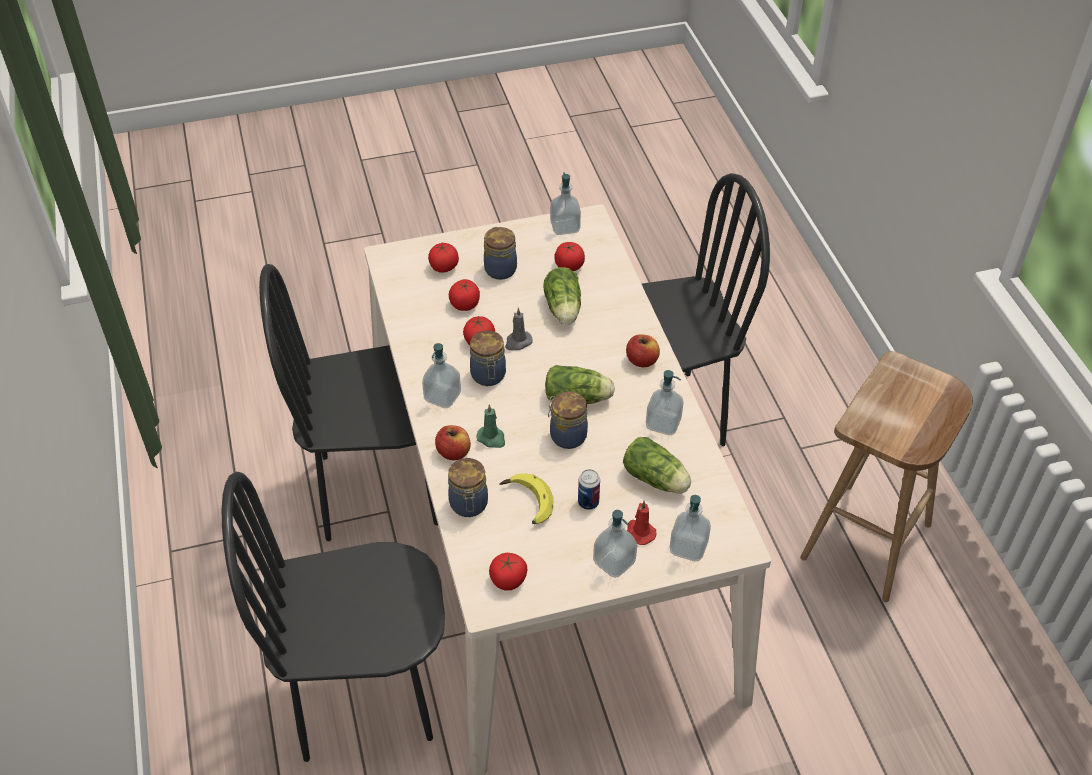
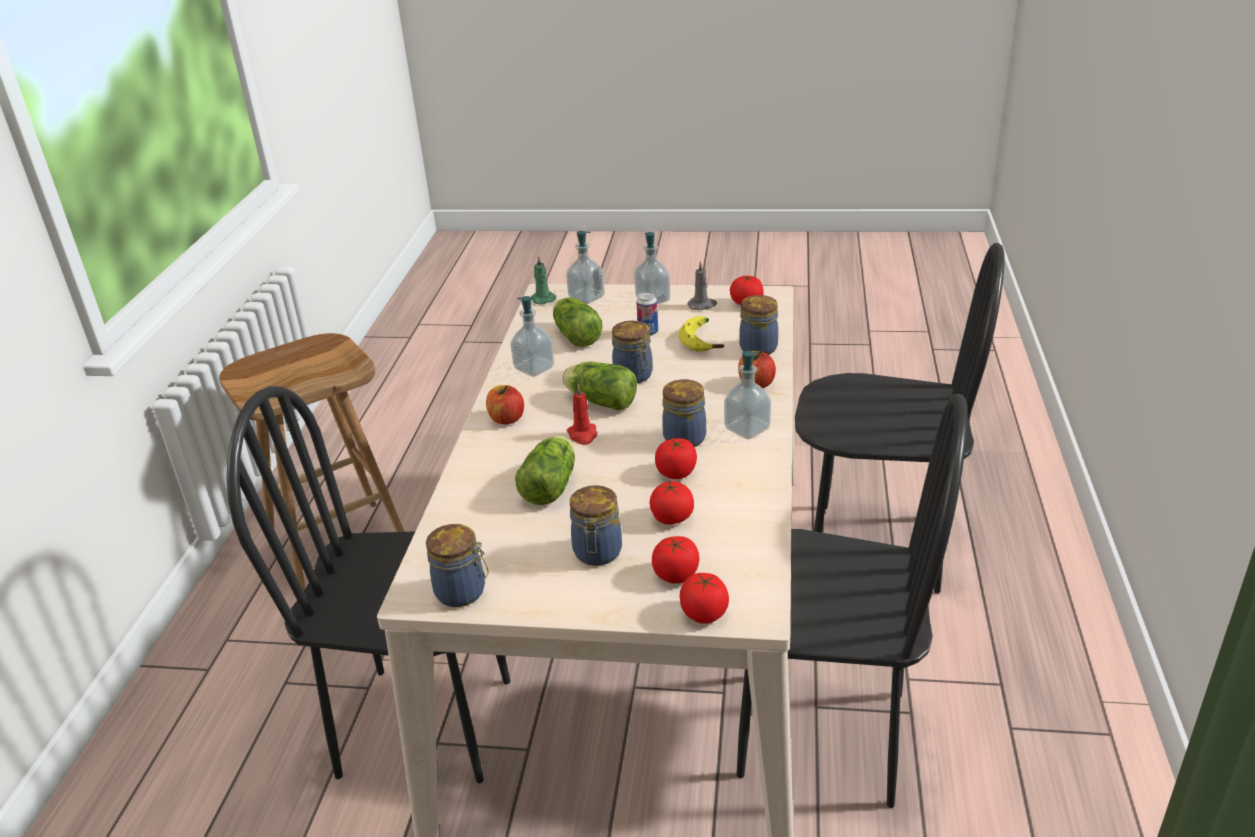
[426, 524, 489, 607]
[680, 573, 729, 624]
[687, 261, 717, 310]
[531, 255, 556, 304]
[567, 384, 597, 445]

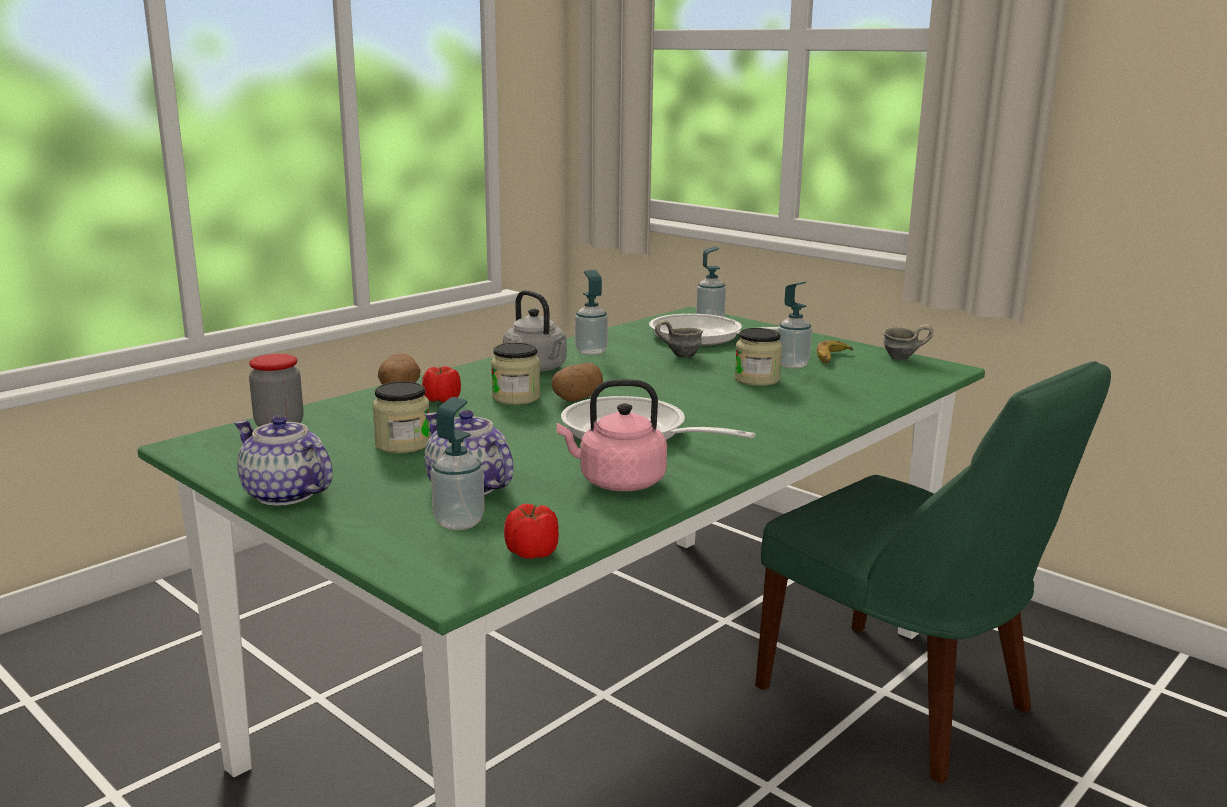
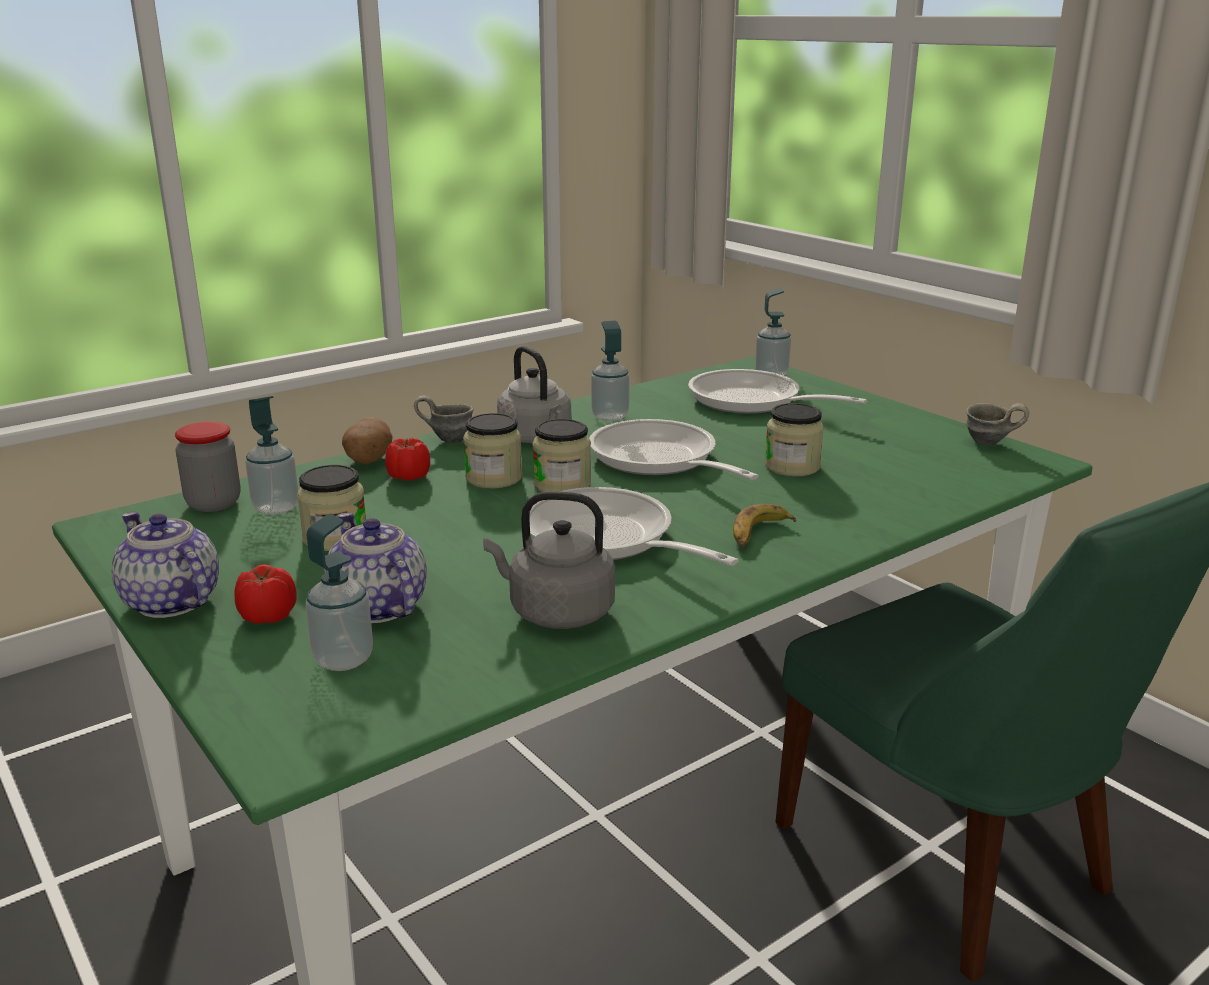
[245, 396, 298, 515]
[414, 396, 474, 443]
[733, 504, 796, 548]
[532, 419, 591, 492]
[483, 491, 615, 629]
[235, 564, 297, 624]
[589, 419, 759, 480]

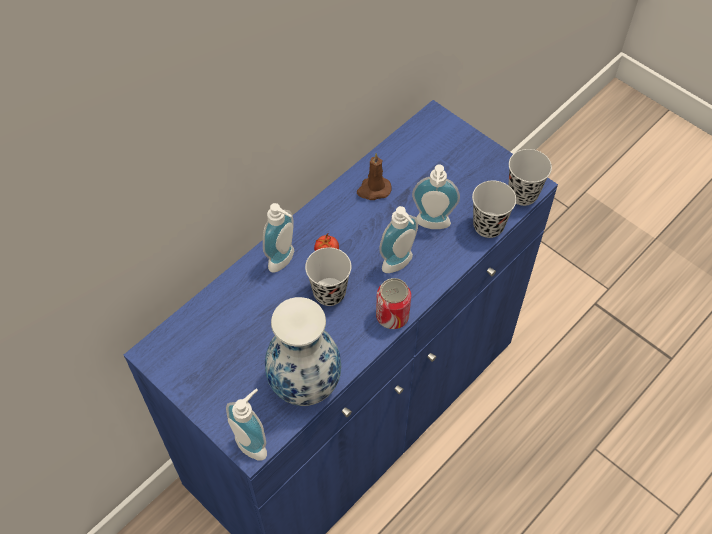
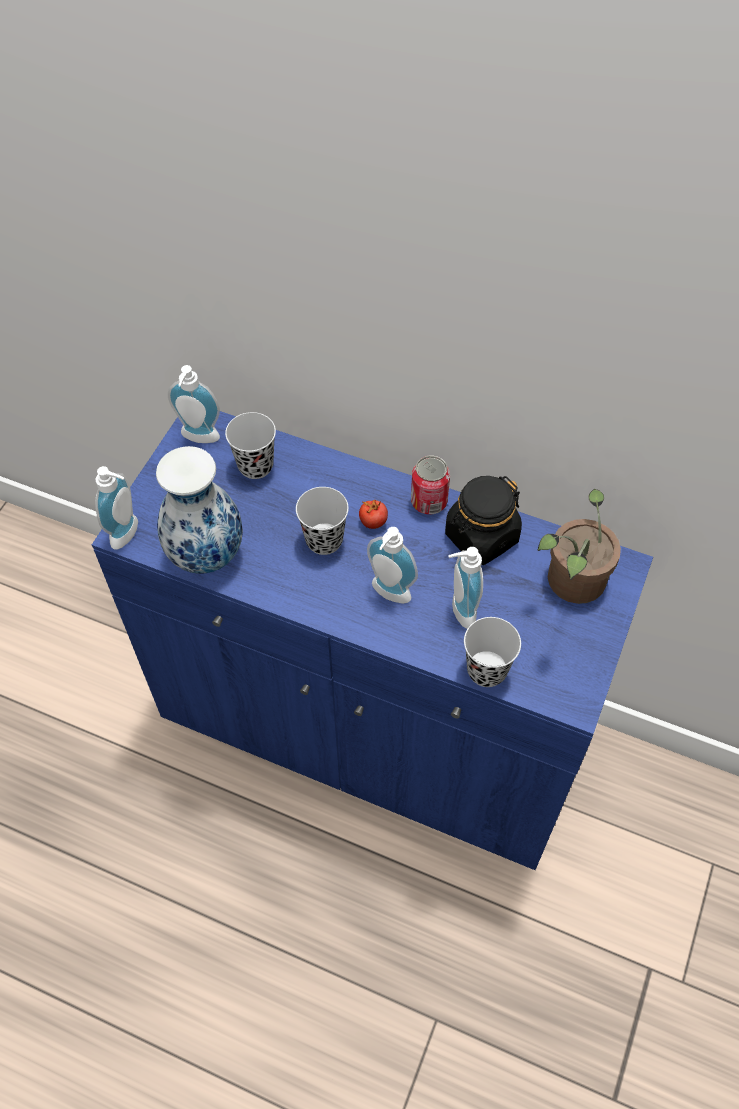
[225, 412, 276, 479]
[445, 476, 522, 565]
[168, 365, 220, 443]
[411, 456, 450, 514]
[537, 489, 621, 604]

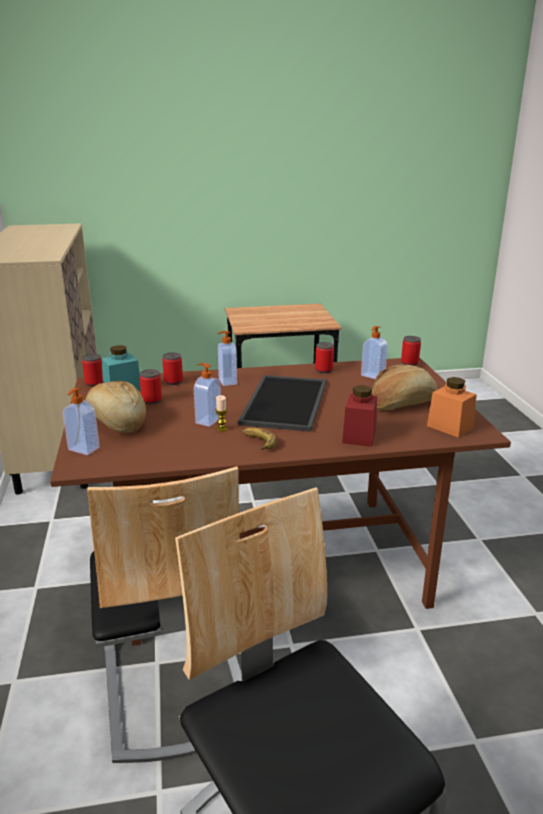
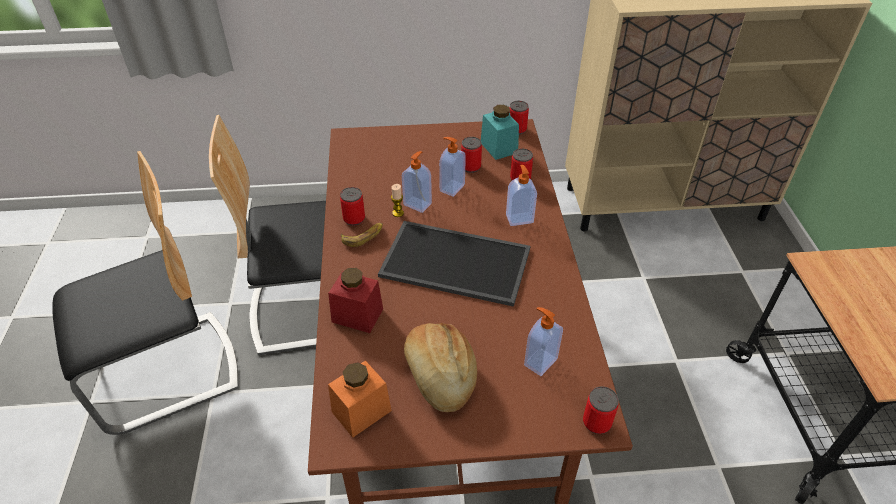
[340, 187, 365, 226]
[85, 380, 146, 433] (first image)
[439, 137, 466, 197]

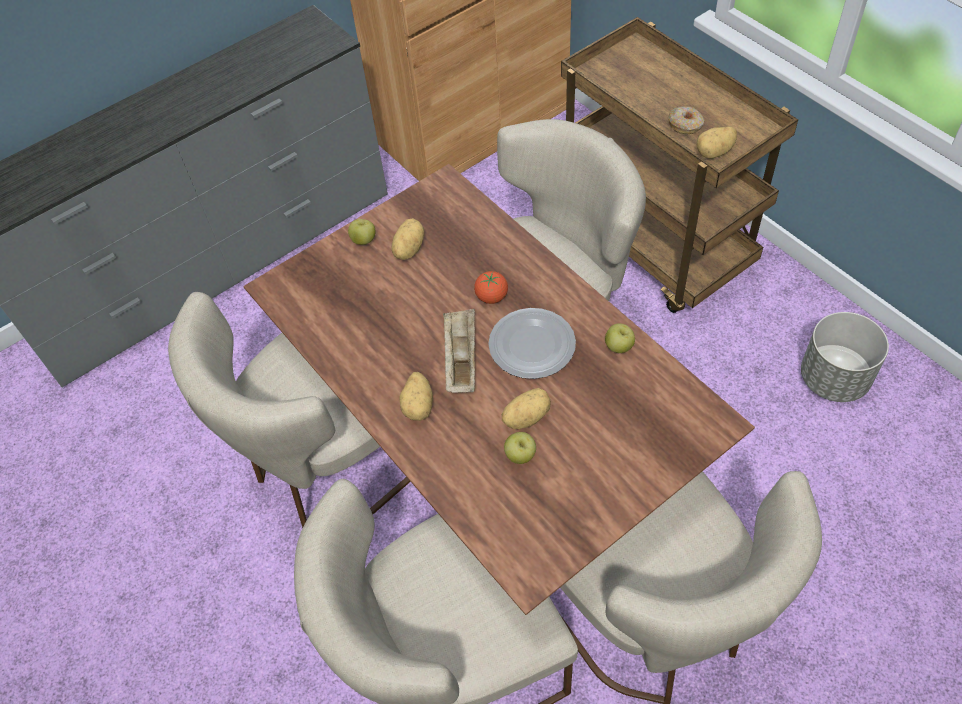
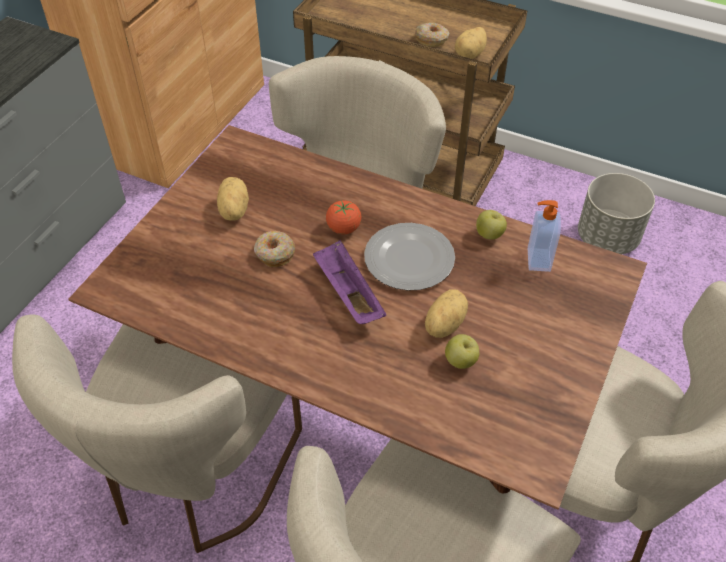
[348, 219, 376, 245] (first image)
[313, 240, 386, 324]
[400, 372, 433, 421] (first image)
[528, 200, 561, 272]
[254, 231, 295, 267]

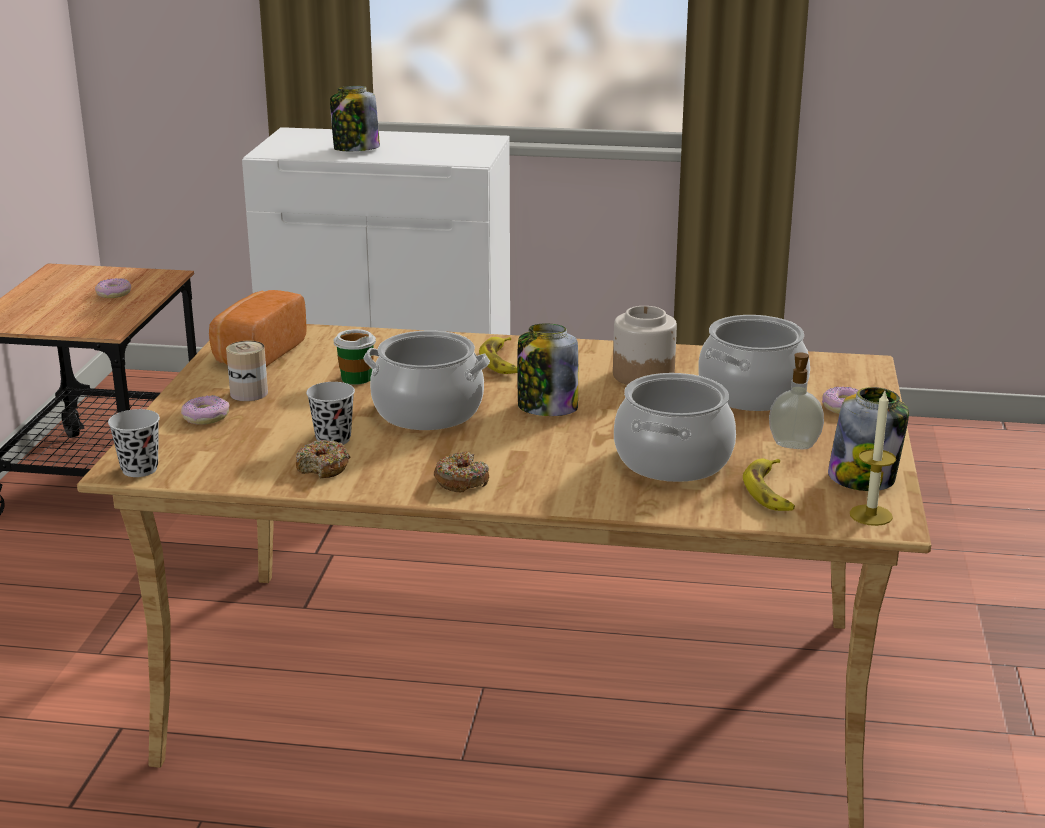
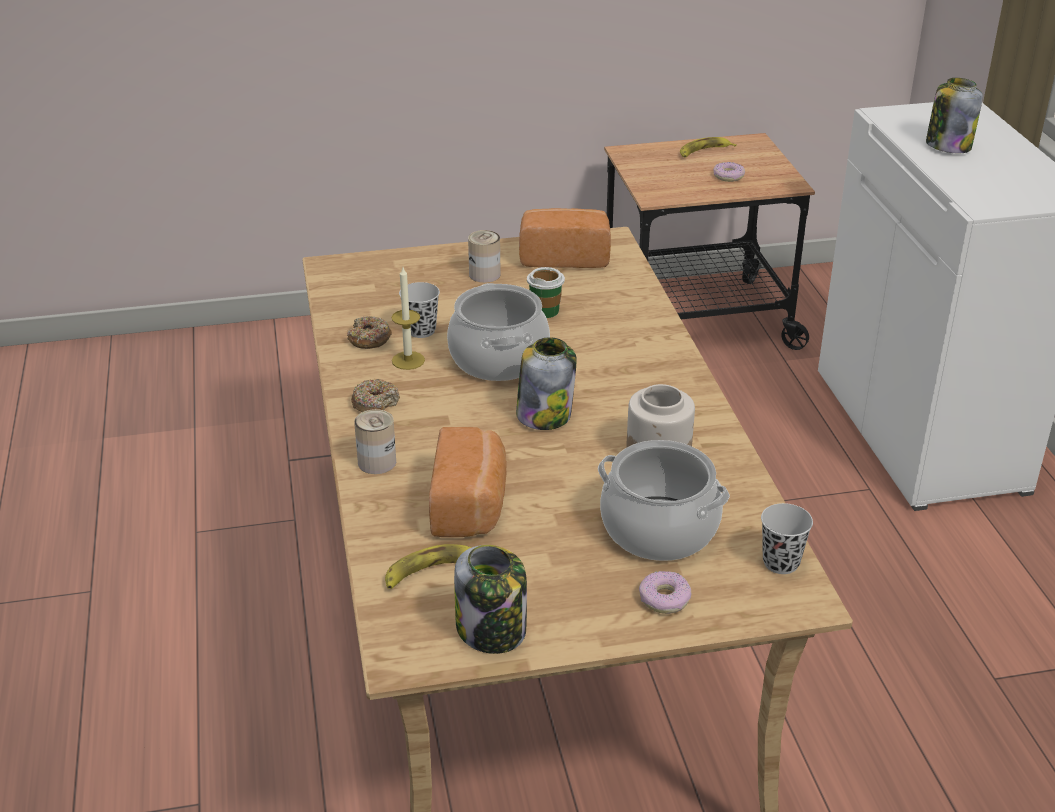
[680, 137, 737, 157]
[769, 353, 824, 449] (first image)
[429, 427, 507, 537]
[391, 267, 425, 370]
[181, 395, 230, 425] (first image)
[761, 503, 813, 574]
[354, 409, 396, 474]

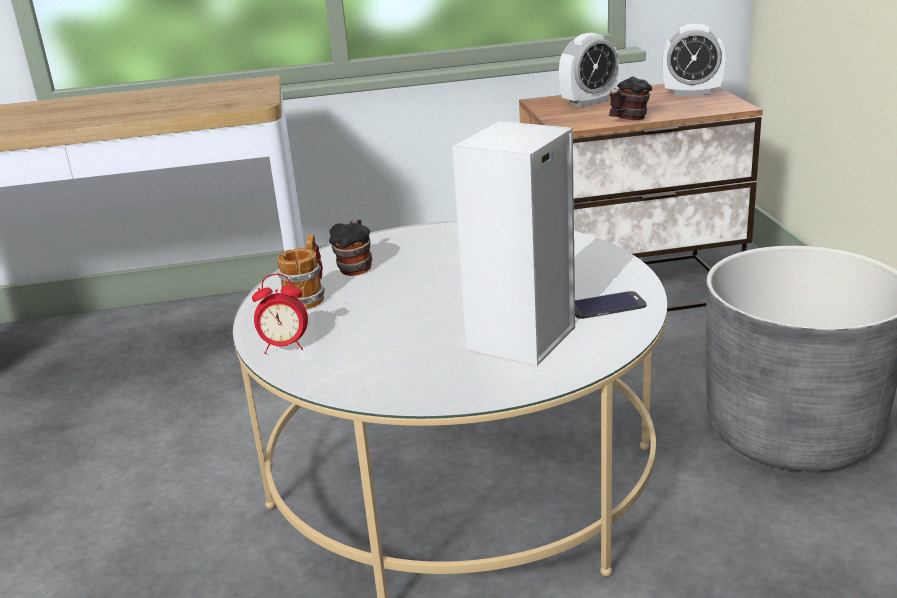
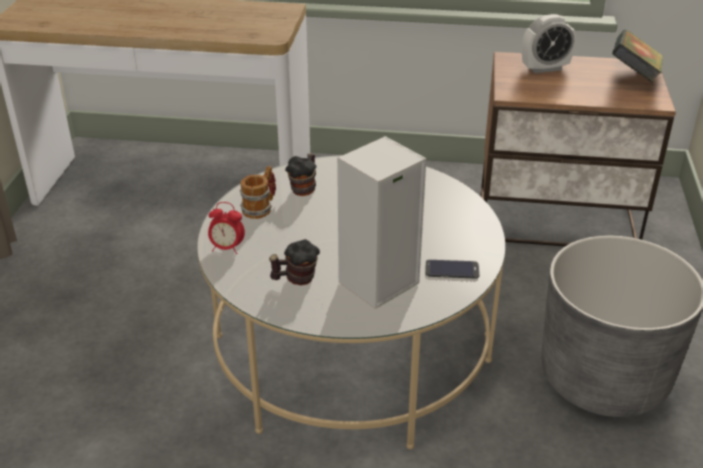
[612, 29, 663, 83]
[269, 239, 320, 285]

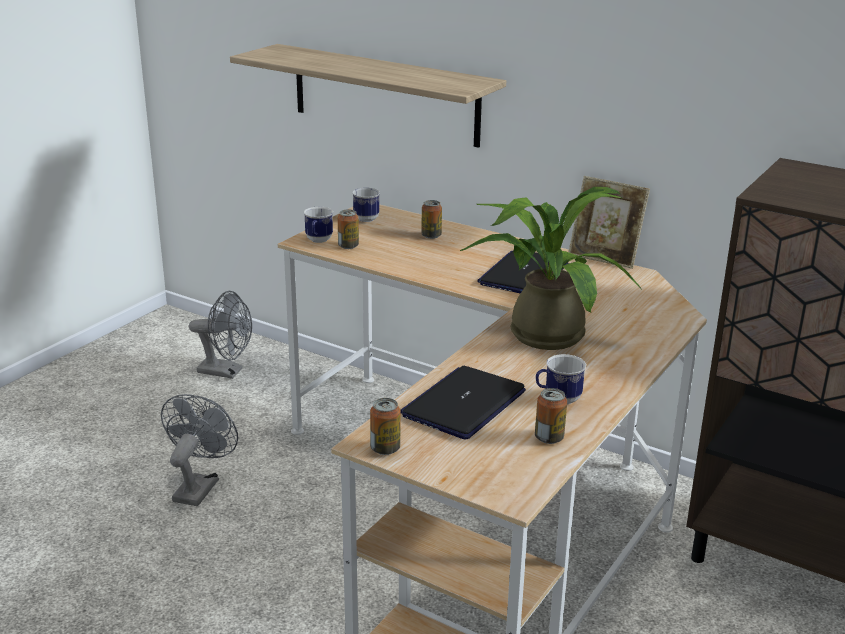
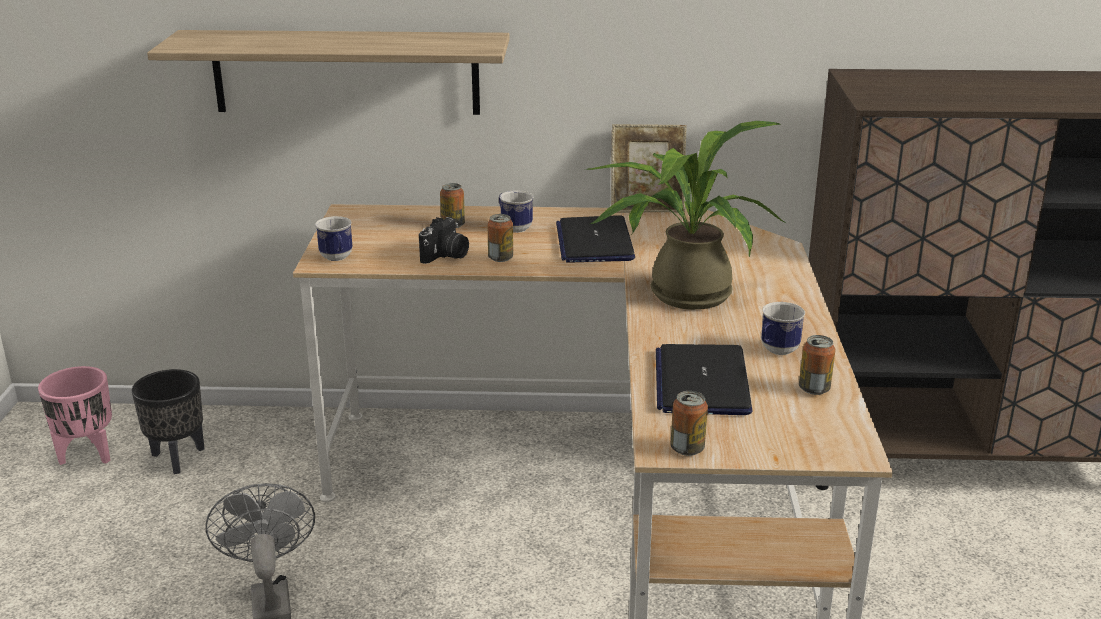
[499, 190, 533, 233]
[488, 214, 513, 262]
[132, 369, 204, 474]
[419, 217, 469, 264]
[38, 366, 112, 465]

